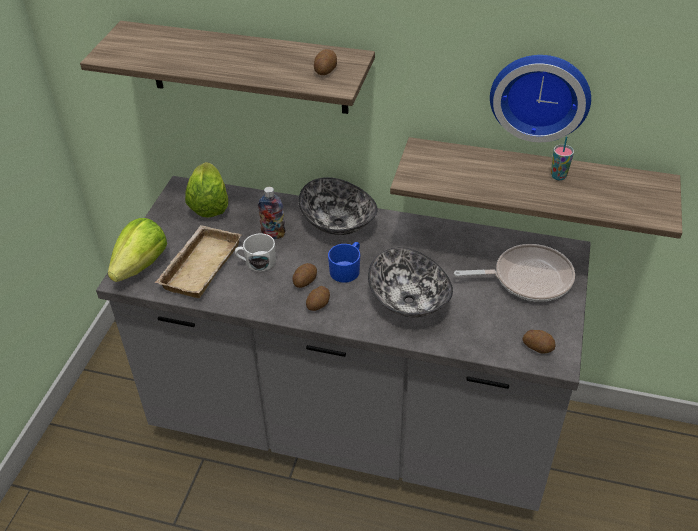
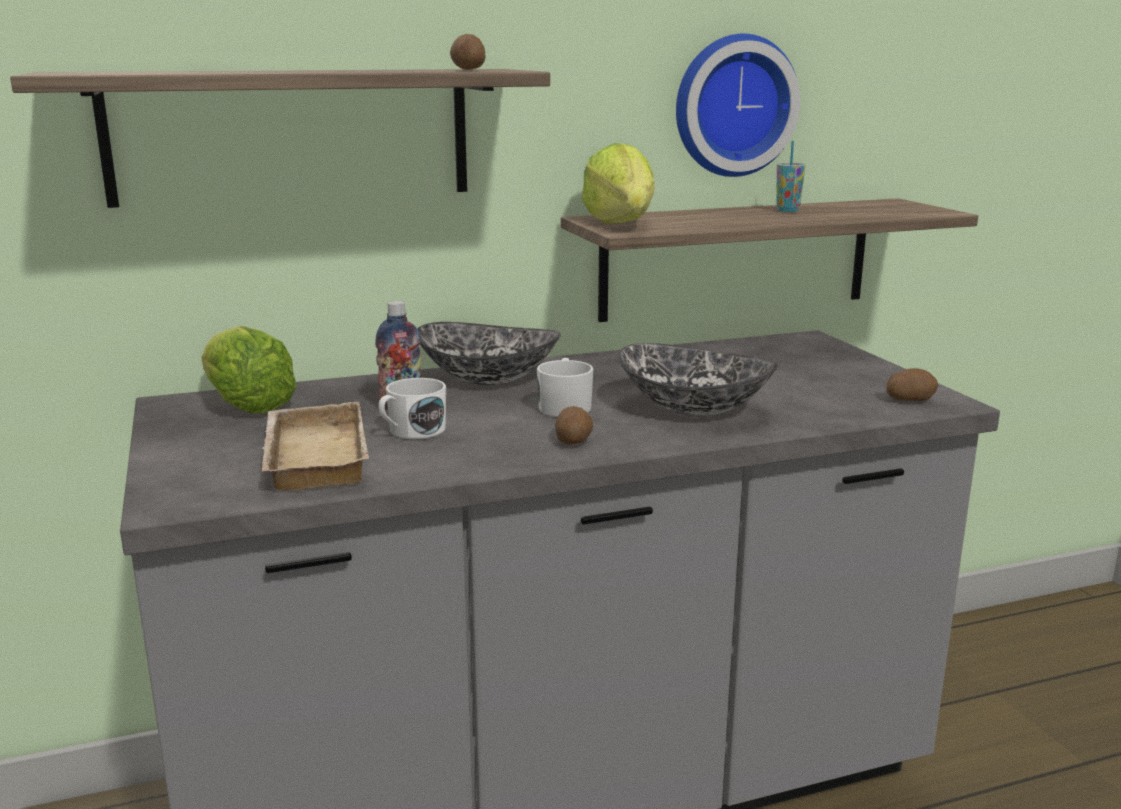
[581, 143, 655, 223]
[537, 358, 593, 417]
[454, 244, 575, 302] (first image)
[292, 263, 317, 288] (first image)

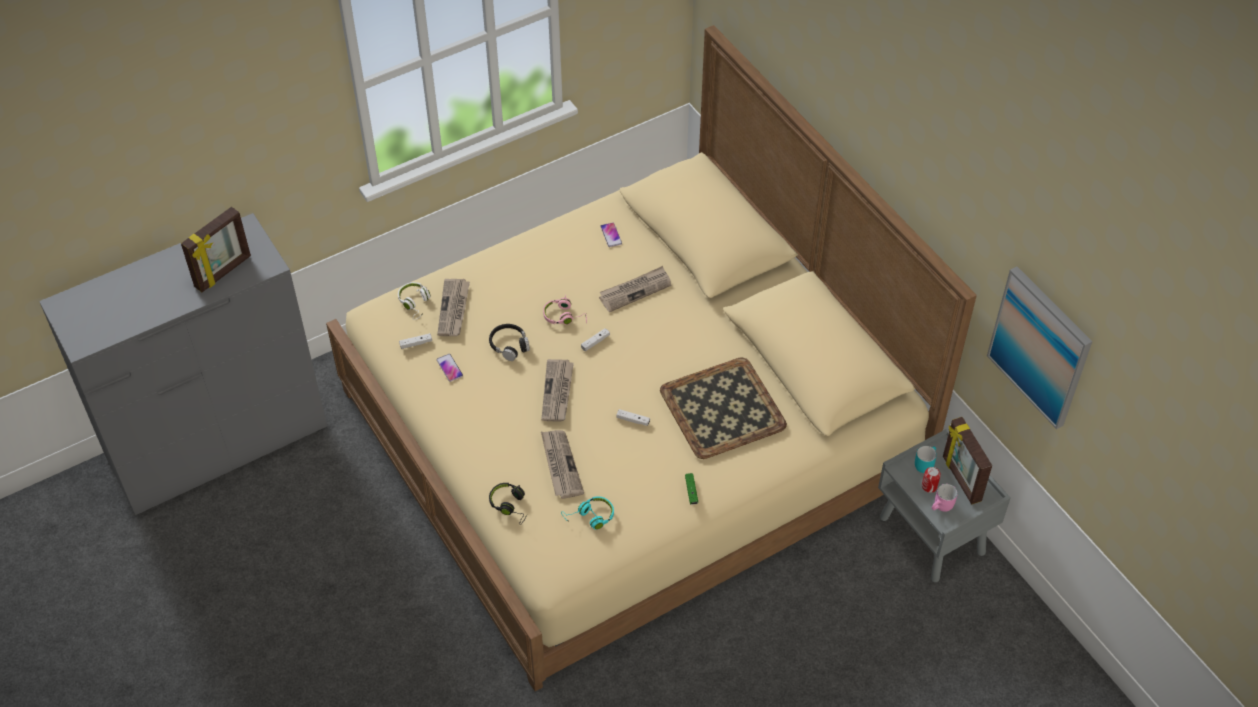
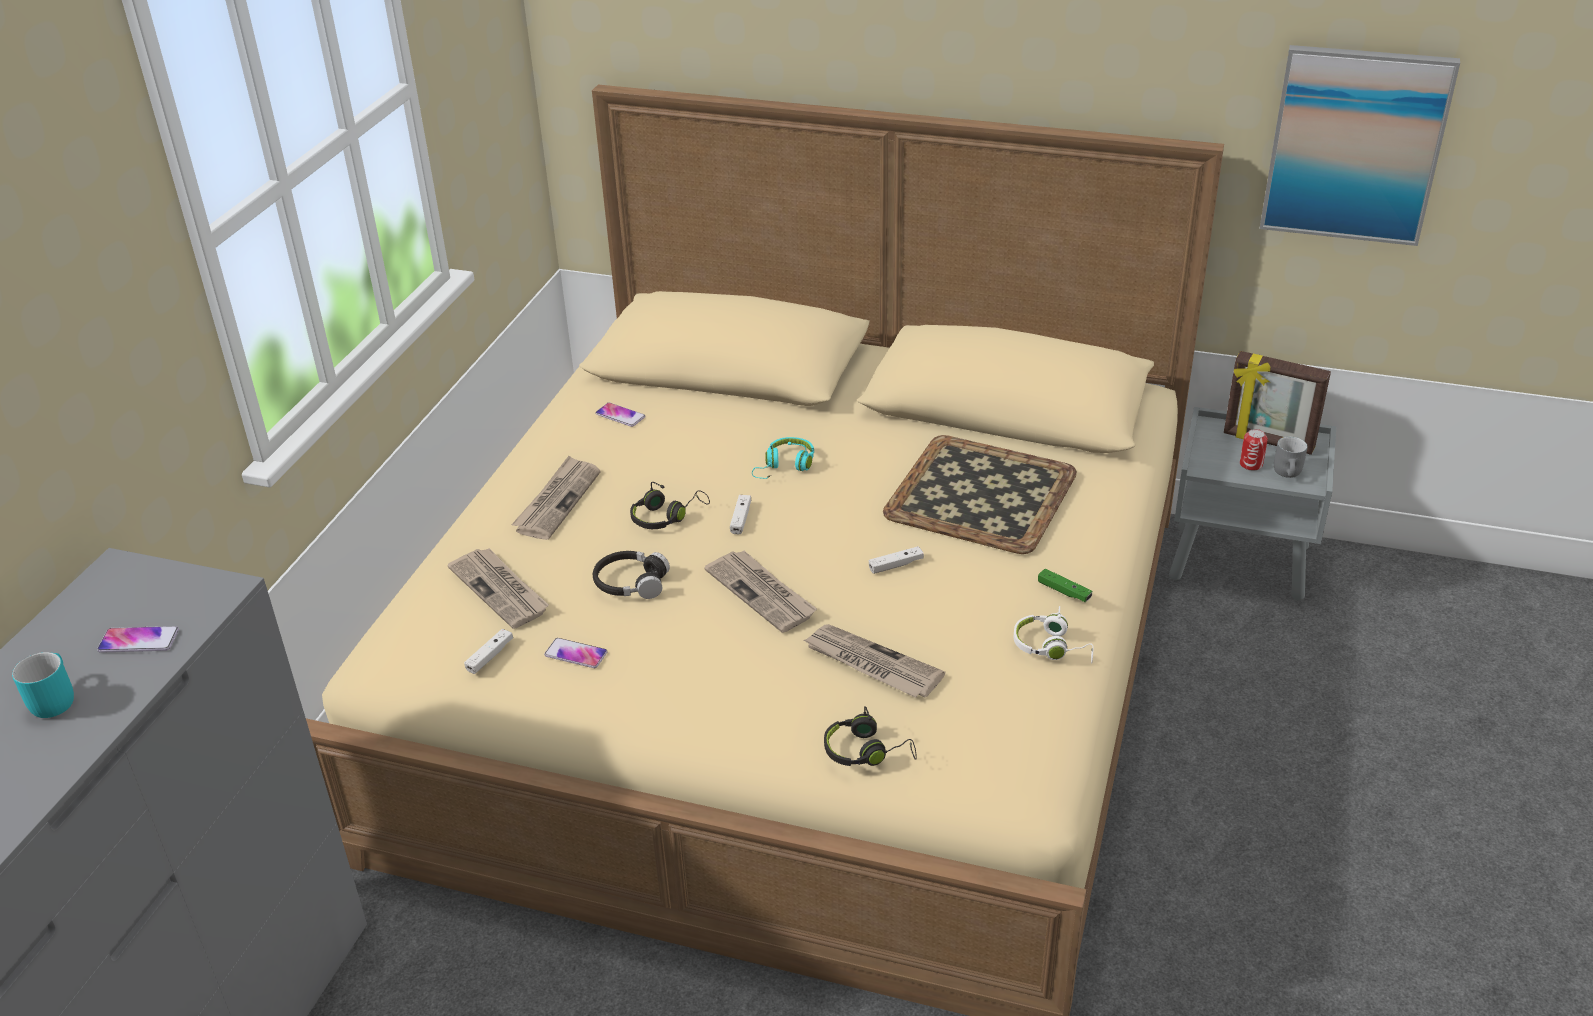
[97, 626, 179, 653]
[511, 456, 601, 540]
[1014, 606, 1093, 663]
[630, 482, 710, 529]
[12, 652, 74, 718]
[1274, 437, 1308, 478]
[752, 437, 814, 479]

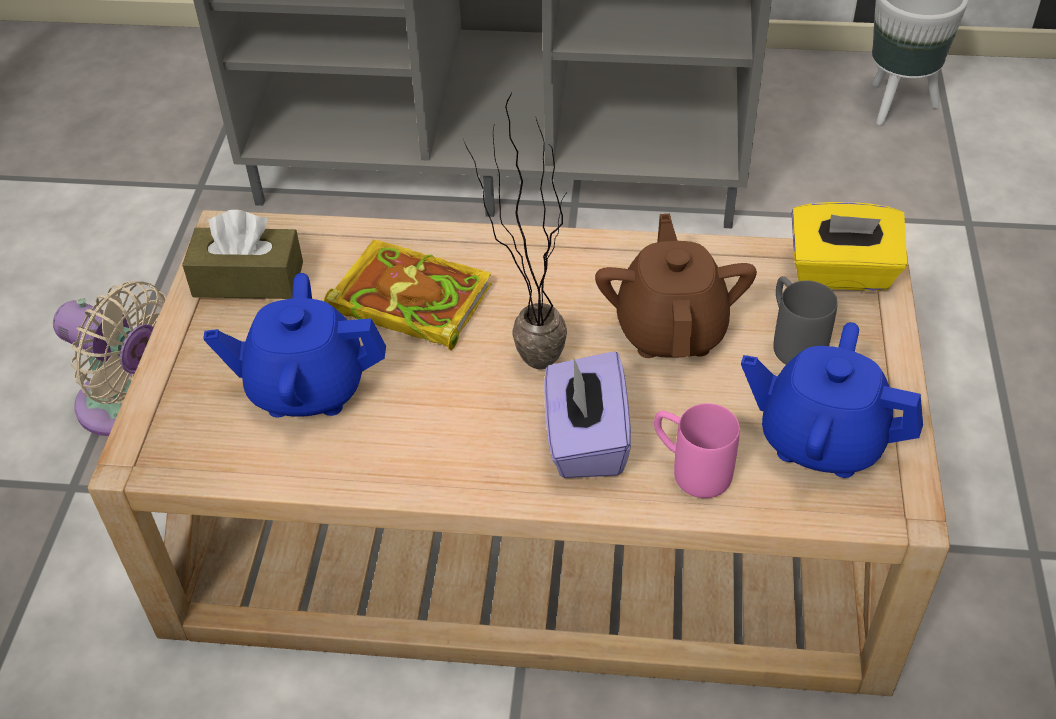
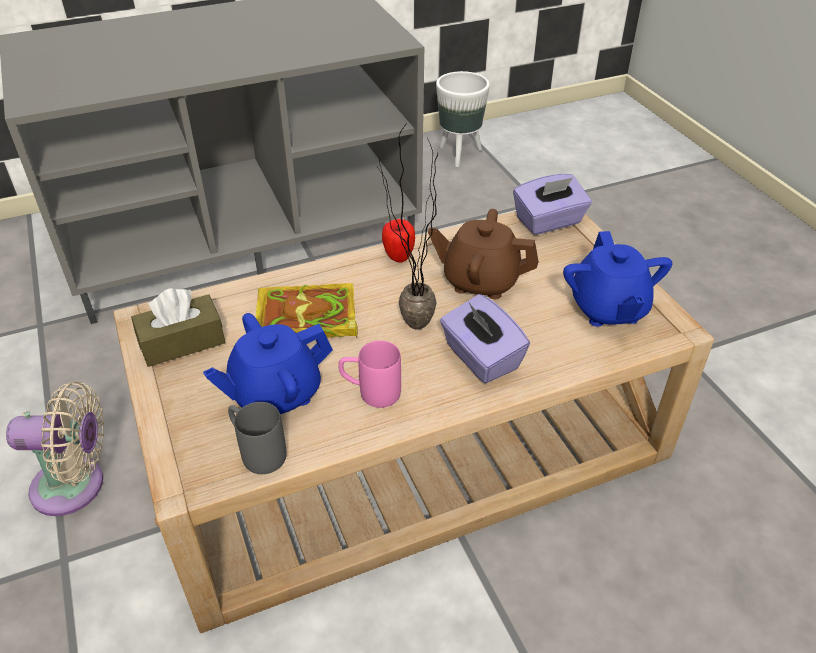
[513, 174, 592, 235]
[428, 209, 539, 299]
[228, 402, 287, 474]
[563, 231, 672, 327]
[338, 341, 401, 408]
[382, 219, 415, 262]

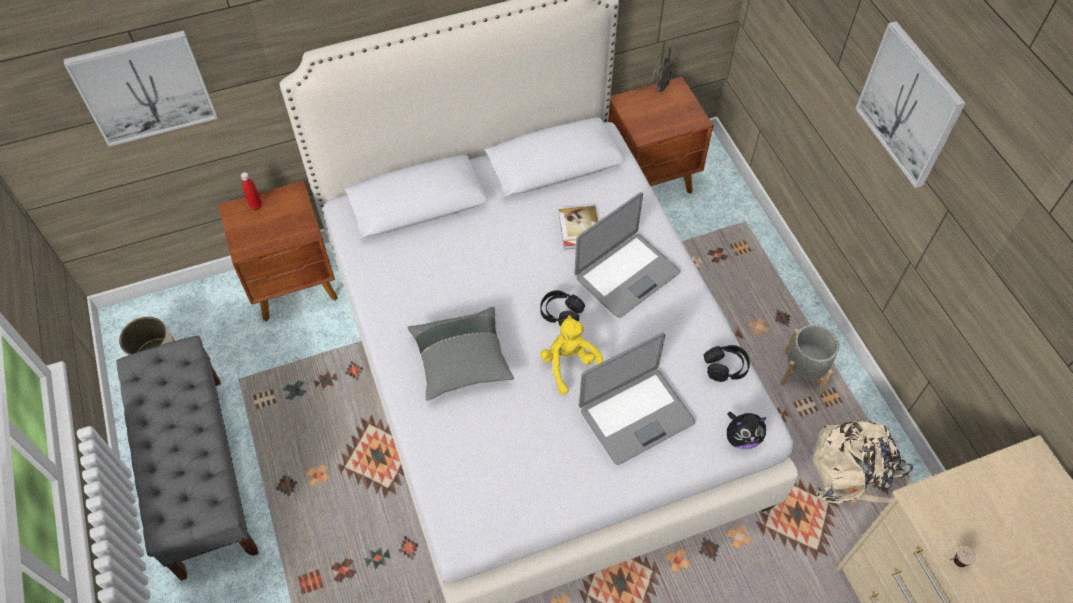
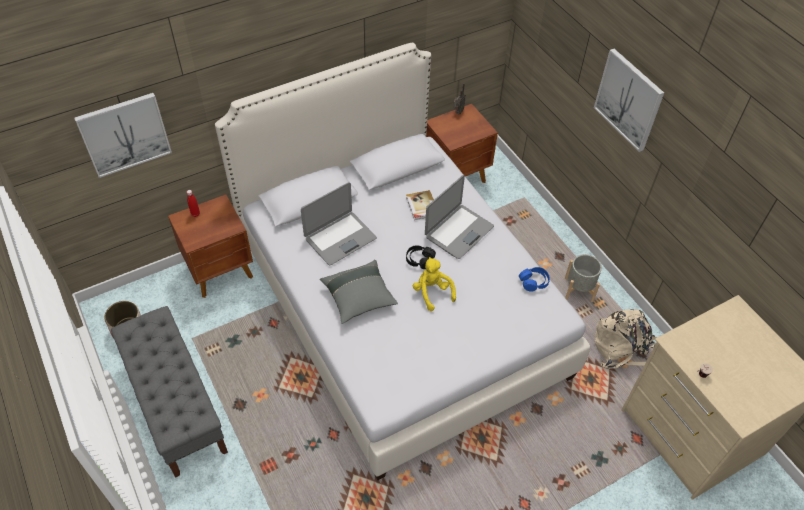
[301, 182, 377, 265]
[519, 267, 550, 292]
[727, 412, 767, 449] (first image)

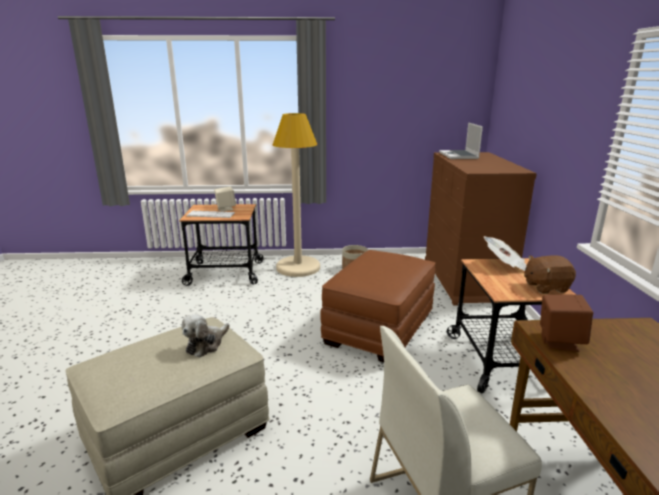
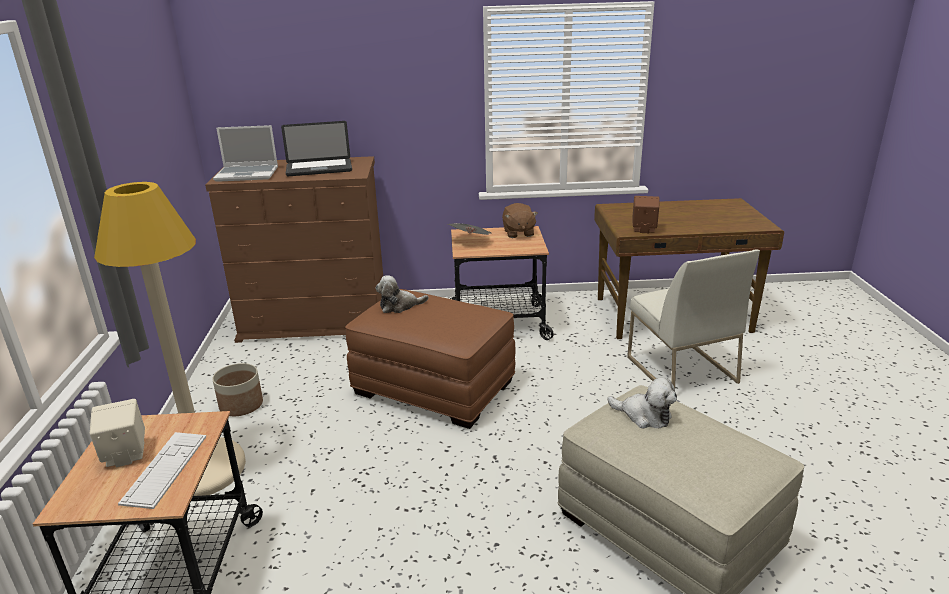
[281, 121, 352, 176]
[375, 275, 428, 313]

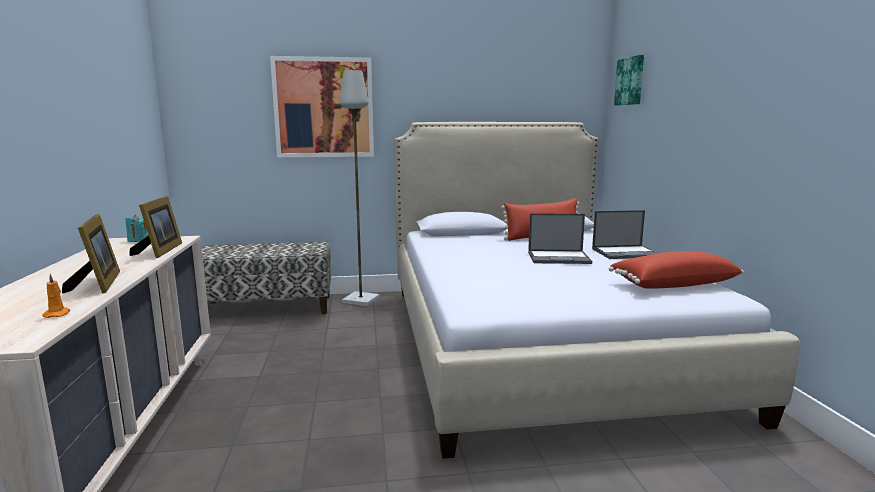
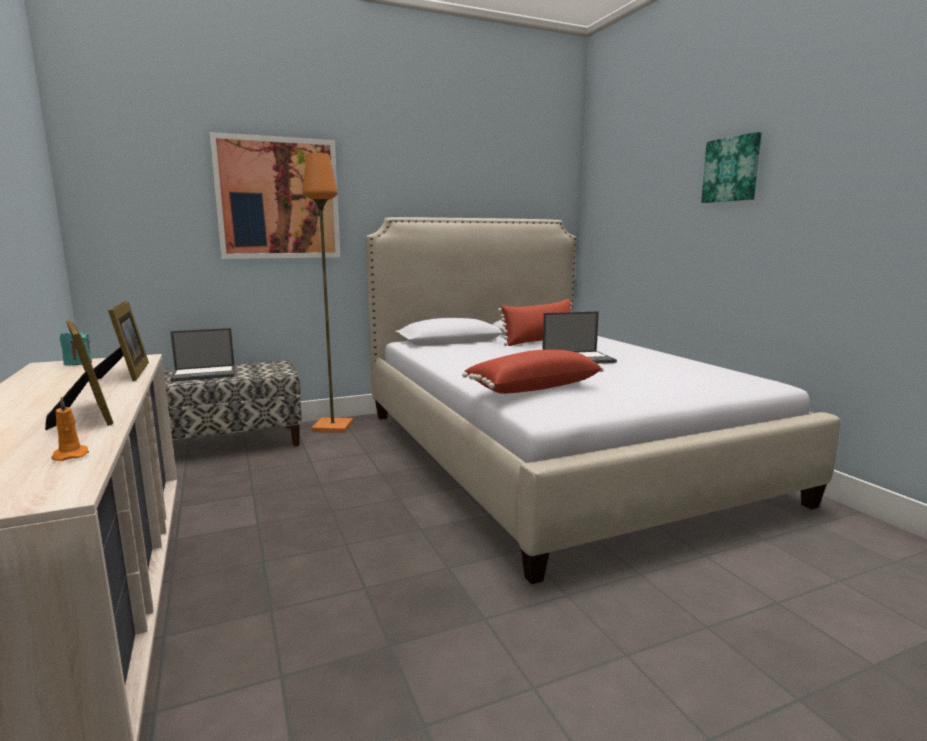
[701, 132, 762, 203]
[302, 153, 353, 433]
[170, 328, 235, 382]
[462, 350, 603, 394]

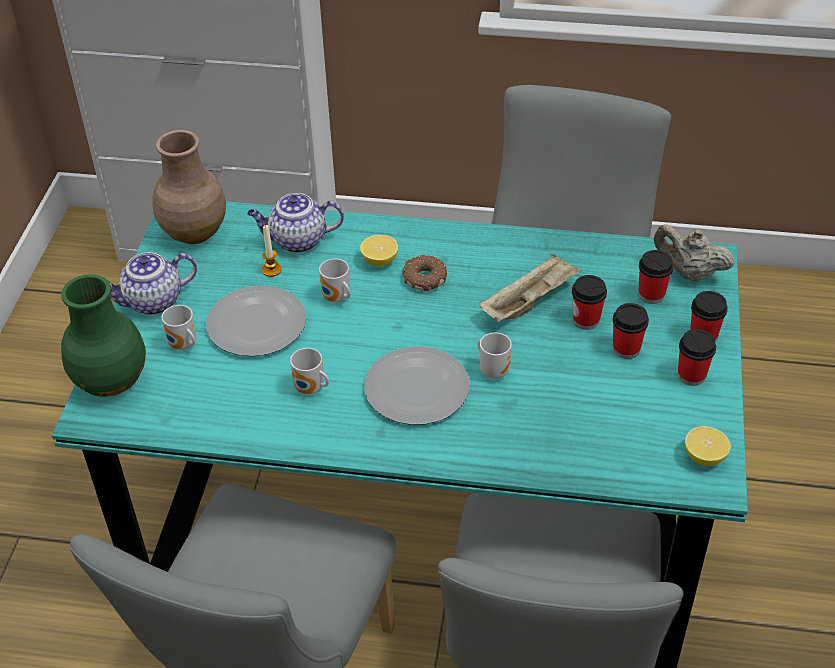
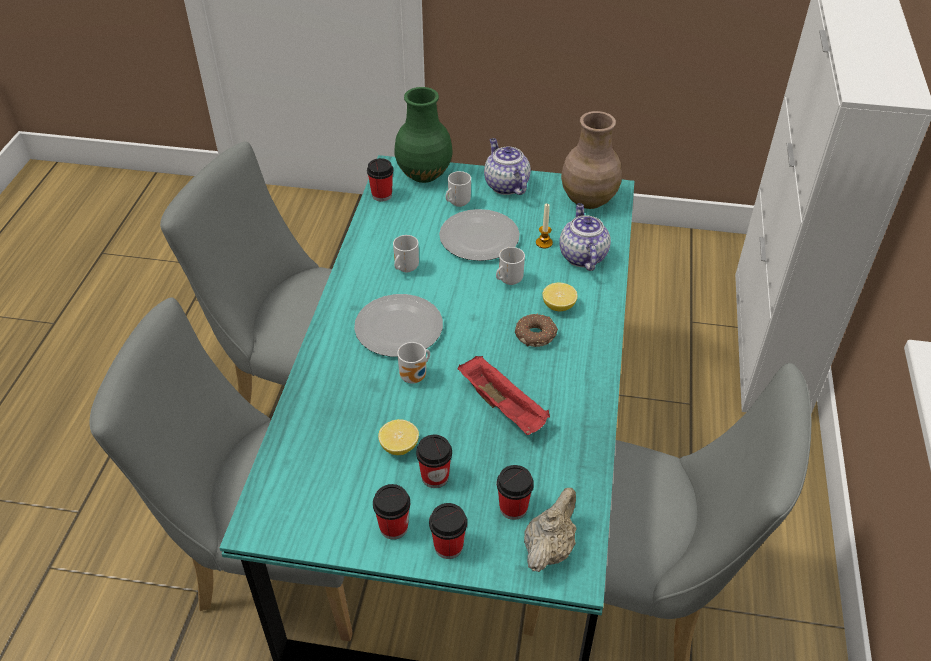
[458, 356, 550, 435]
[367, 158, 393, 201]
[378, 419, 419, 455]

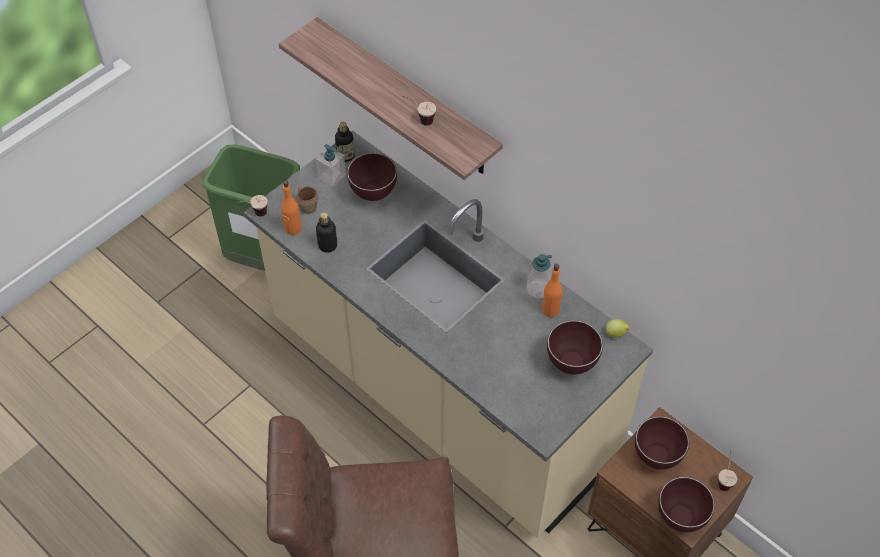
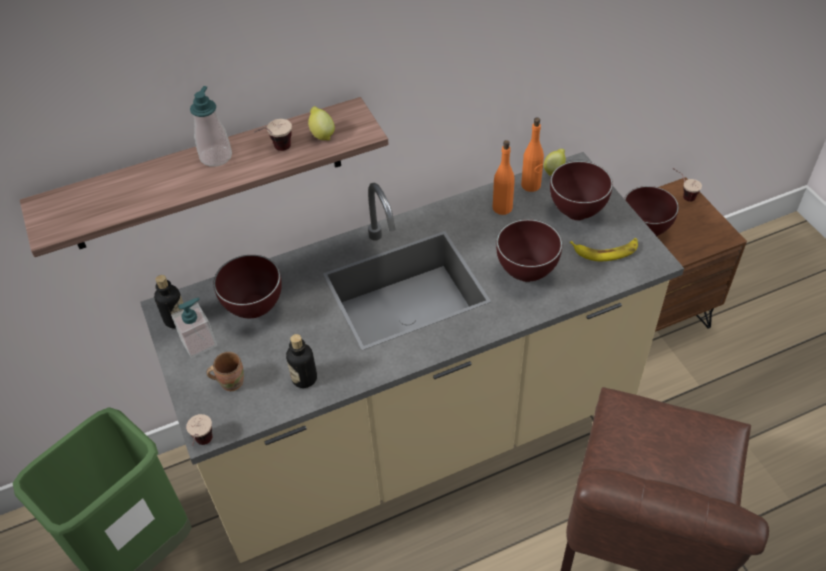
[521, 118, 544, 192]
[190, 86, 232, 167]
[496, 219, 562, 282]
[308, 106, 335, 140]
[570, 238, 638, 261]

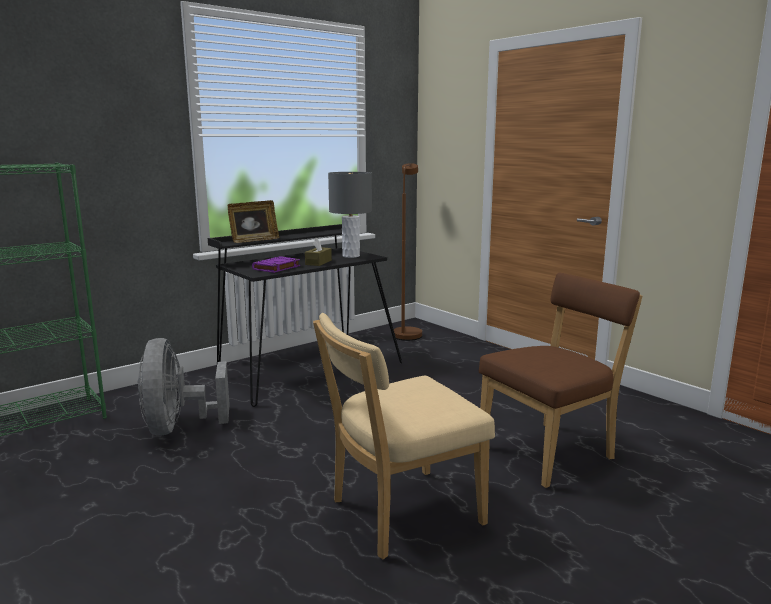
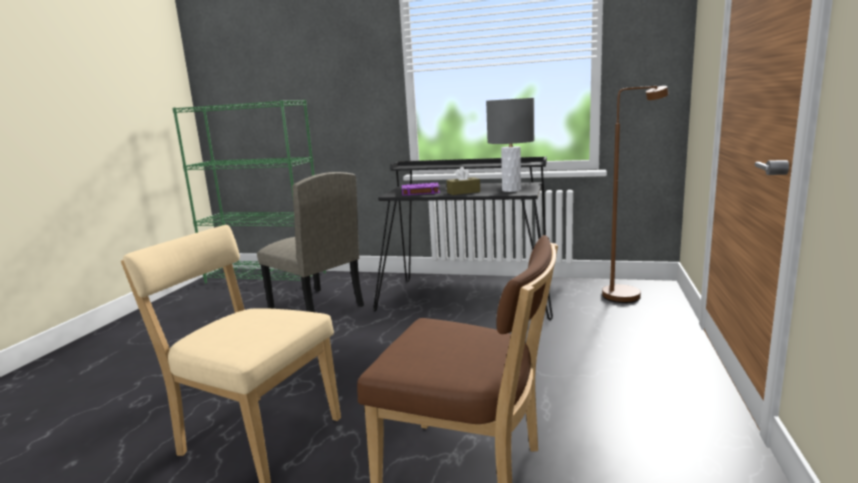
[227, 200, 280, 243] (first image)
[257, 172, 364, 312]

